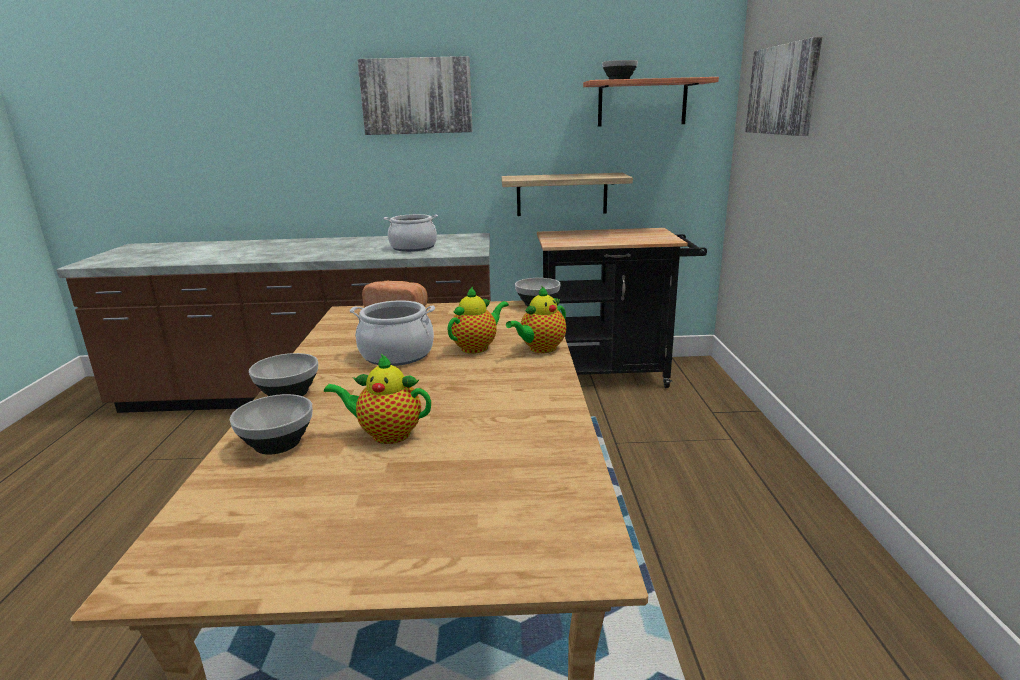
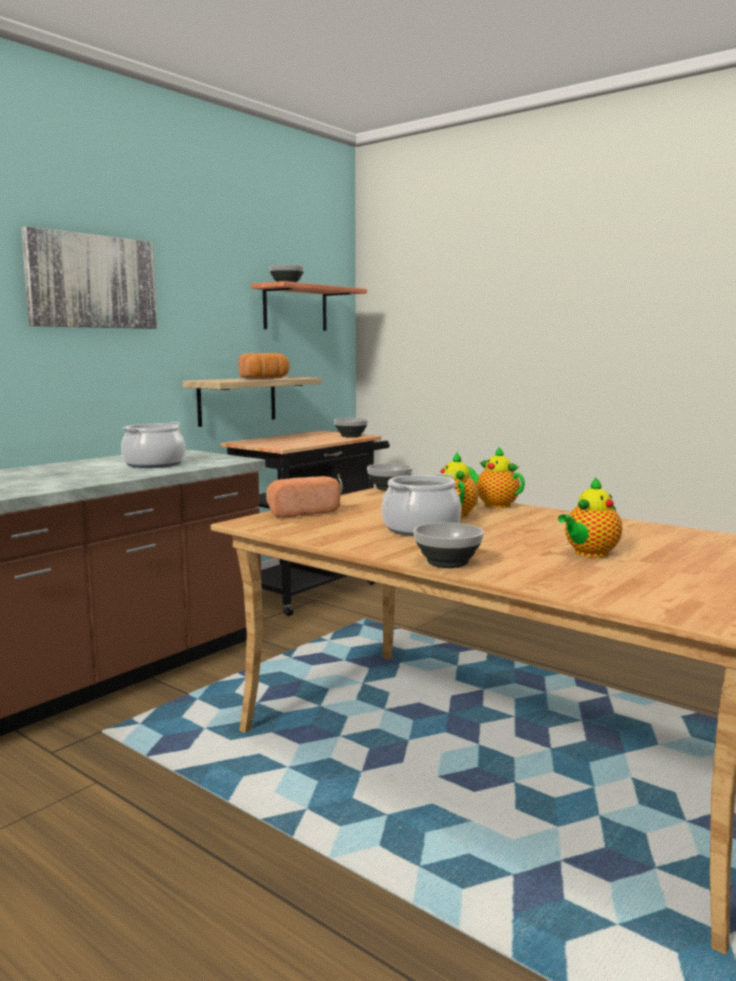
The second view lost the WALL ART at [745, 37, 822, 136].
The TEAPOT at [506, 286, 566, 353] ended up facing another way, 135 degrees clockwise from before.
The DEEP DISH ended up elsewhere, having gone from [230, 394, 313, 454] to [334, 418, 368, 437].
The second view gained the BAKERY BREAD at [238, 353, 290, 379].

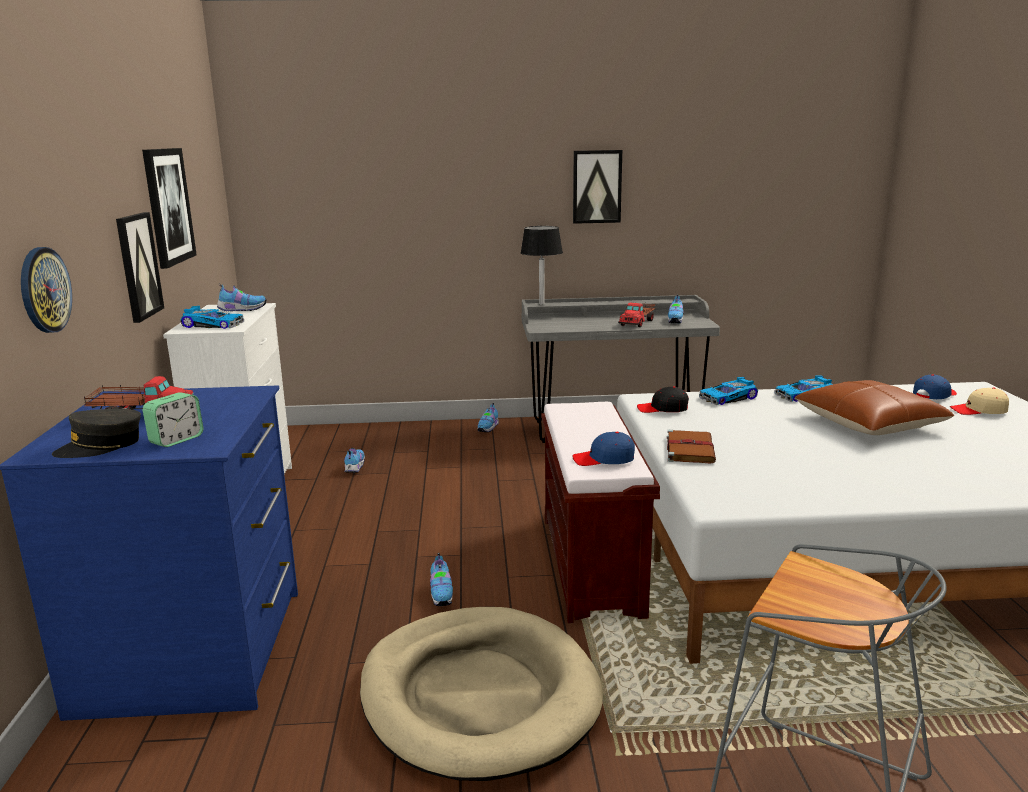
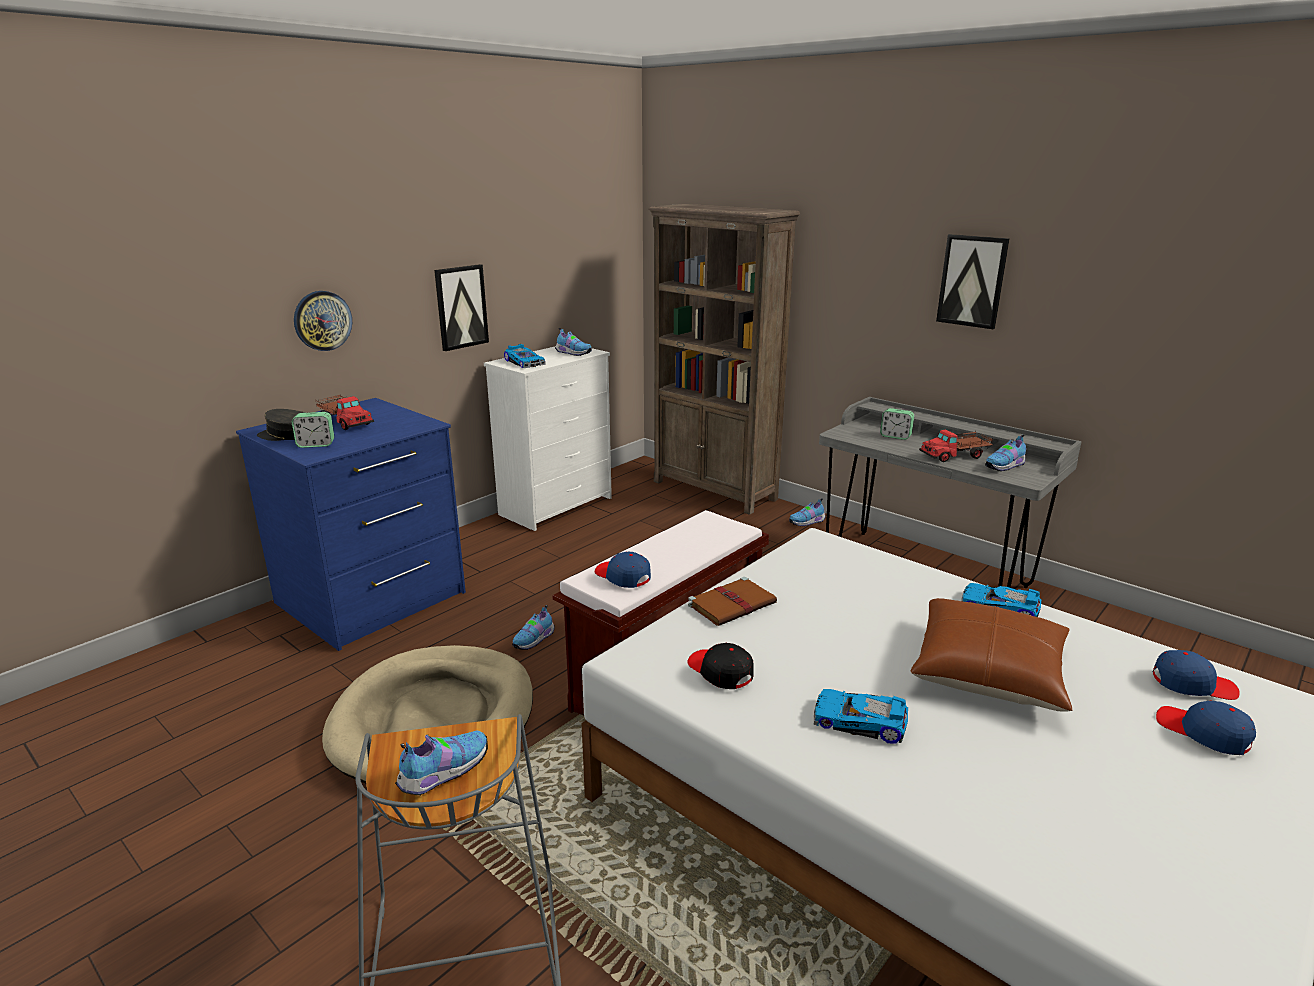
The second view lost the WALL ART at [142, 148, 197, 269].
The second view lost the BLACK LAMP FOR A TABLE at [520, 226, 563, 305].
The TOY CAR ended up elsewhere, having gone from [699, 377, 758, 405] to [814, 689, 908, 743].
The BLACK BASEBALL CAP ended up elsewhere, having gone from [637, 386, 689, 413] to [687, 643, 754, 689].
What was the BEIGE BASEBALL CAP at [950, 387, 1009, 415] turned into the BLUE BASEBALL CAP at [1156, 700, 1256, 755].
The SHOE ended up elsewhere, having gone from [344, 448, 365, 473] to [395, 731, 488, 796].
The second view gained the BROWNISH BOOKSHELF at [648, 204, 800, 515].
The second view gained the BEDSIDE CLOCK at [880, 408, 914, 440].

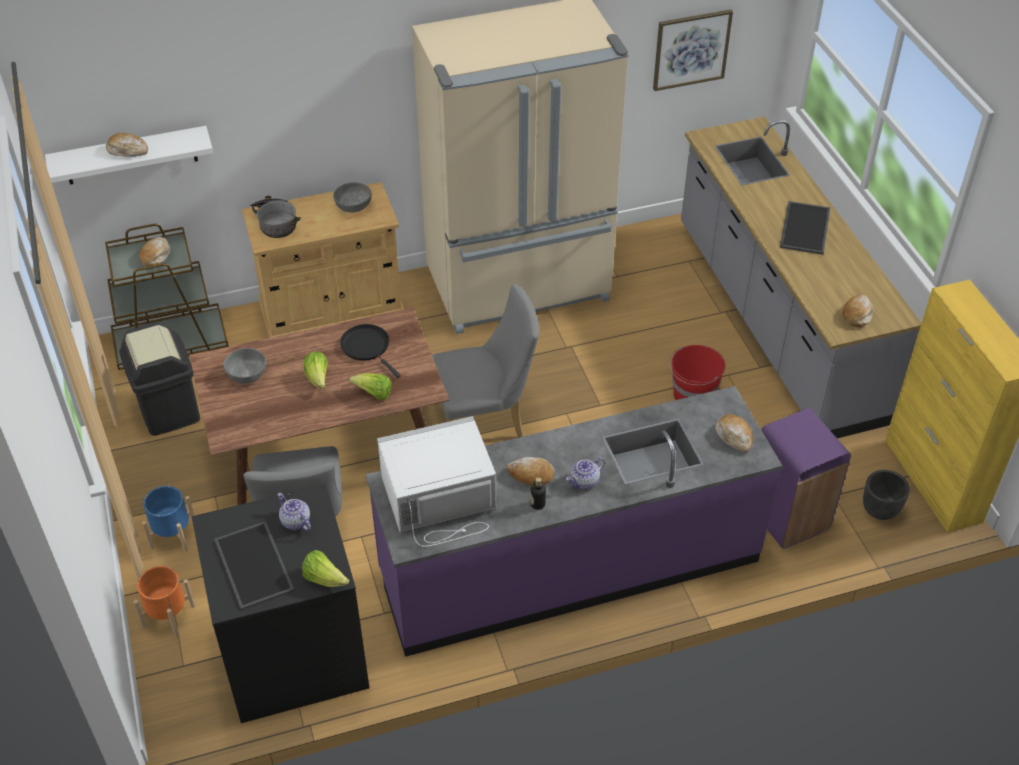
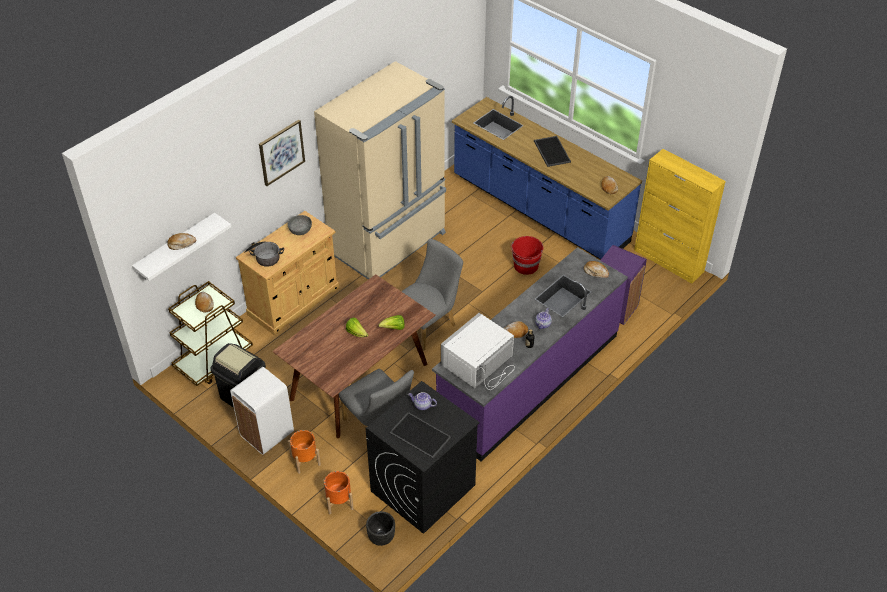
The WALL ART ended up elsewhere, having gone from [653, 9, 733, 91] to [259, 120, 305, 186].
What was the GREY KITCHEN BASE UNIT at [681, 117, 921, 438] turned into the BLUE KITCHEN BASE UNIT at [452, 96, 642, 260].
The second view lost the BLACK SKILLET at [340, 324, 401, 378].
The second view lost the GREY DEEP DISH at [223, 348, 266, 384].
The BLACK FLOWER POT ended up elsewhere, having gone from [863, 470, 910, 520] to [366, 511, 395, 546].
What was the BLUE FLOWER POT at [142, 486, 195, 552] turned into the ORANGEY FLOWER POT at [288, 430, 321, 474].
The second view lost the LETTUCE HEAD at [302, 550, 349, 587].
The second view gained the WHITE-COLOURED RUBBISH BIN at [230, 367, 294, 455].

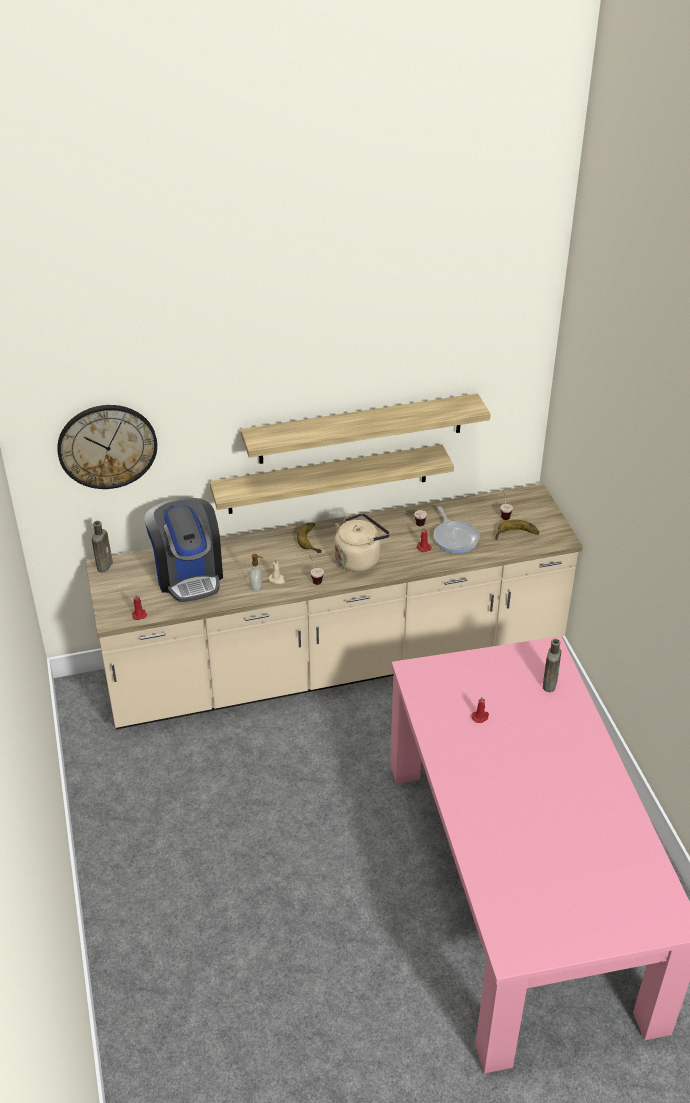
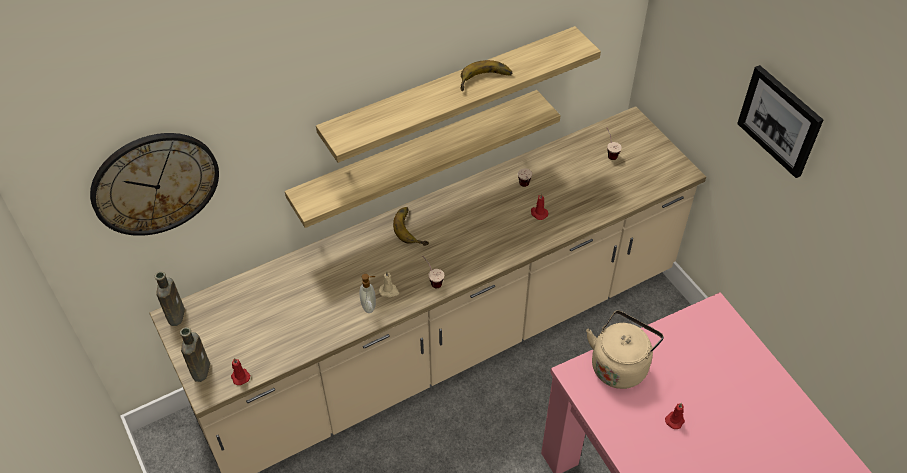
The second view lost the COFFEE BREWER at [145, 498, 223, 602].
The second view lost the SKILLET at [434, 506, 479, 553].
The BEIGE WATER KETTLE ended up elsewhere, having gone from [335, 513, 390, 572] to [586, 310, 664, 389].
The BANANA FRUIT ended up elsewhere, having gone from [495, 520, 539, 540] to [461, 60, 512, 91].
The BROWNISH DRINK BOTTLE ended up elsewhere, having gone from [543, 639, 561, 692] to [180, 327, 210, 382].
The second view gained the WALL ART at [737, 65, 823, 178].

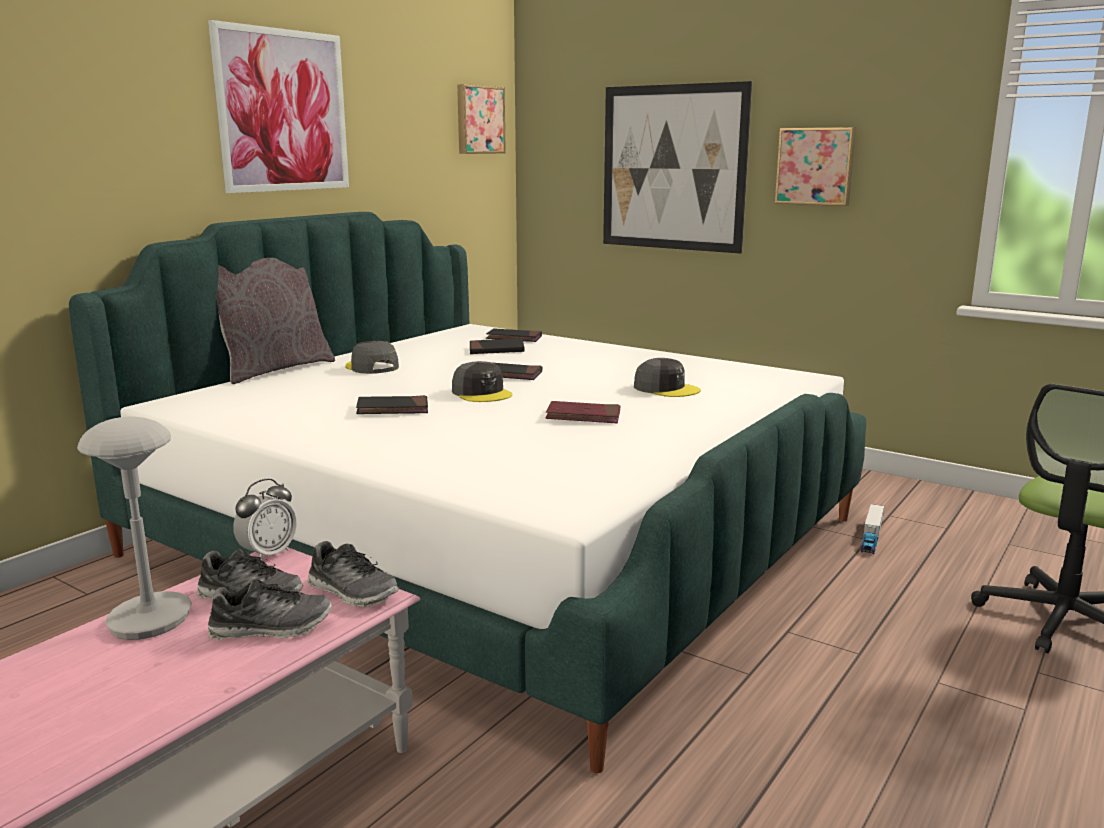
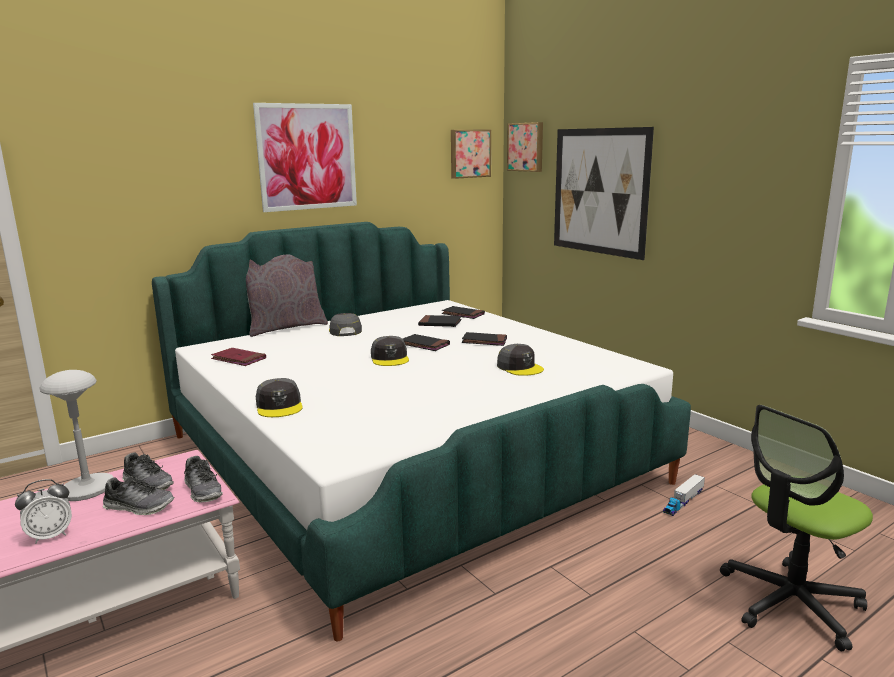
The WALL ART ended up elsewhere, having gone from [775, 127, 856, 206] to [507, 122, 543, 172].
The BLACK VOLUME ended up elsewhere, having gone from [356, 395, 428, 414] to [462, 332, 507, 346].
The RED VOLUME ended up elsewhere, having gone from [546, 401, 620, 423] to [211, 348, 266, 366].
The BEDSIDE CLOCK ended up elsewhere, having gone from [233, 478, 297, 560] to [15, 479, 72, 544].
The second view gained the GREY BASEBALL CAP at [256, 378, 303, 417].

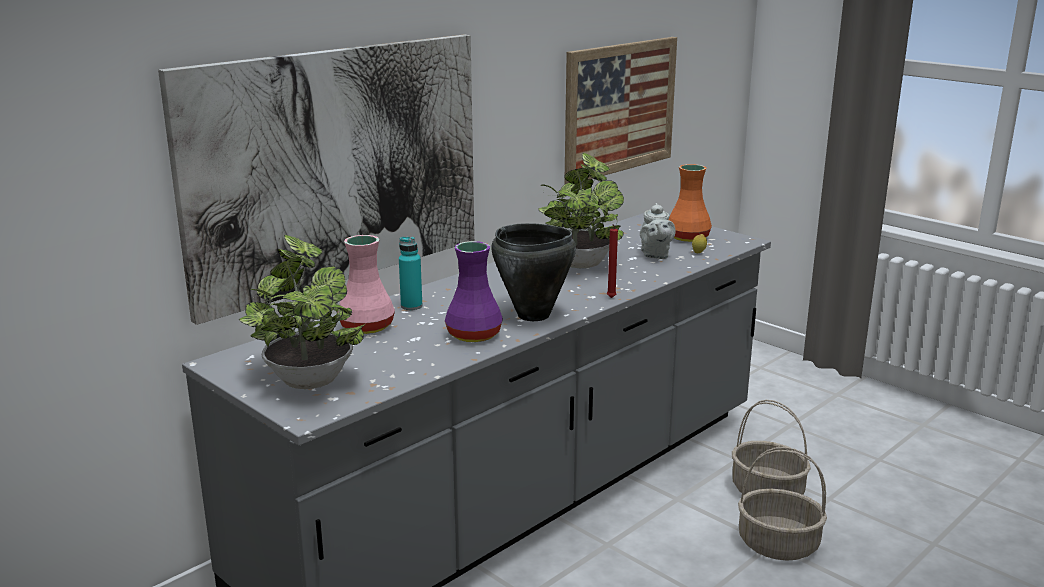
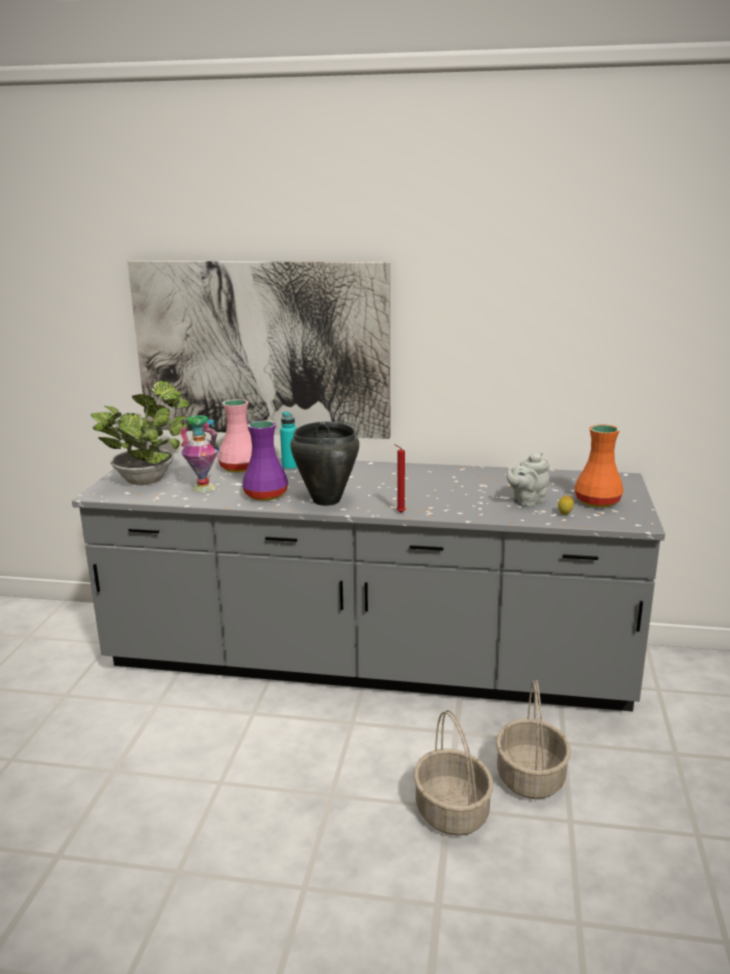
The second view lost the WALL ART at [564, 37, 677, 184].
The second view lost the POTTED PLANT at [538, 153, 624, 268].
The second view gained the FLOWER VASE at [180, 415, 219, 492].

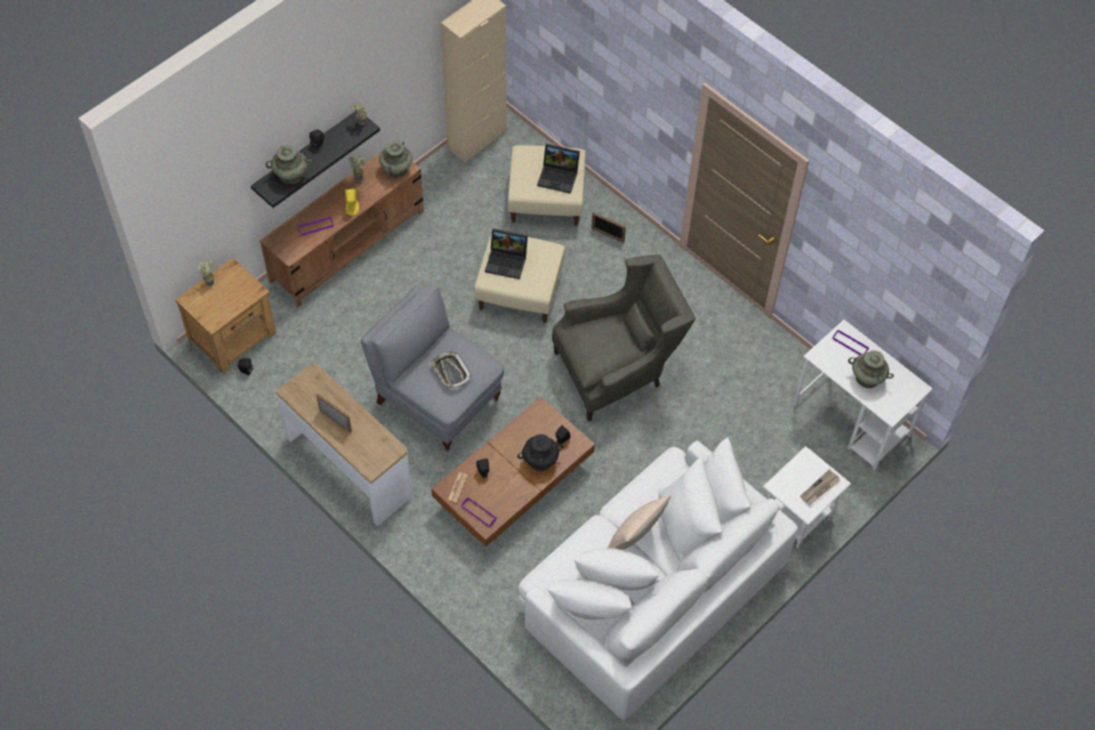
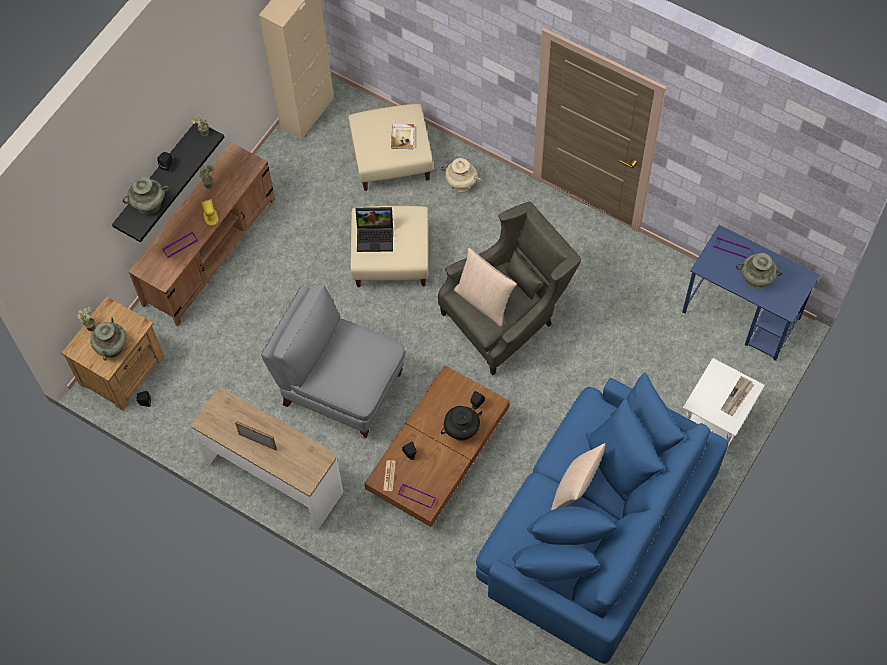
The TURQUOISE-COLOURED FLOWER VASE ended up elsewhere, having gone from [379, 141, 413, 178] to [90, 317, 126, 361].
Where the LAPTOP stood at [537, 144, 580, 194], the VOLUME came to stand at [391, 124, 414, 149].
Where the STANDING FRAME stood at [591, 212, 626, 243], the BEIGE FLOWER VASE came to stand at [441, 158, 481, 192].
What was the WHITE-COLOURED DESK TABLE at [793, 320, 933, 470] turned into the BLUE DESK TABLE at [682, 225, 820, 361].
The second view lost the TRAY at [430, 351, 472, 390].
What was the WHITE-COLOURED SETTEE at [518, 437, 798, 720] turned into the BLUE SETTEE at [476, 372, 728, 664].
The second view gained the BEIGE CUSHION at [454, 247, 517, 327].

